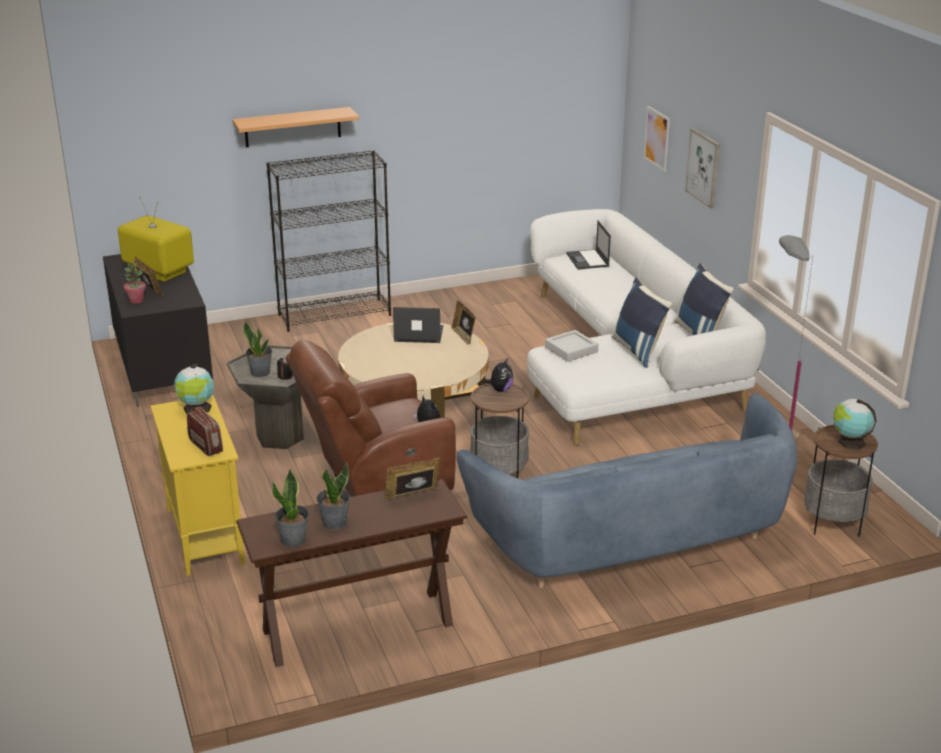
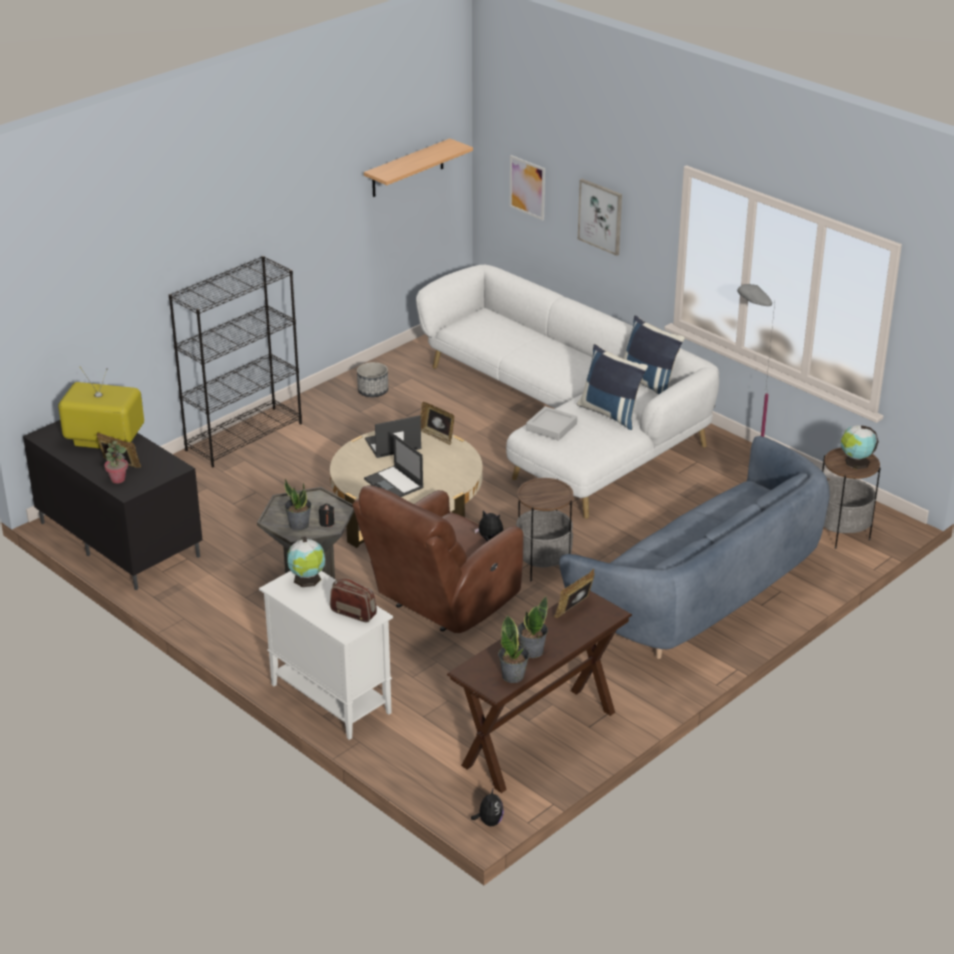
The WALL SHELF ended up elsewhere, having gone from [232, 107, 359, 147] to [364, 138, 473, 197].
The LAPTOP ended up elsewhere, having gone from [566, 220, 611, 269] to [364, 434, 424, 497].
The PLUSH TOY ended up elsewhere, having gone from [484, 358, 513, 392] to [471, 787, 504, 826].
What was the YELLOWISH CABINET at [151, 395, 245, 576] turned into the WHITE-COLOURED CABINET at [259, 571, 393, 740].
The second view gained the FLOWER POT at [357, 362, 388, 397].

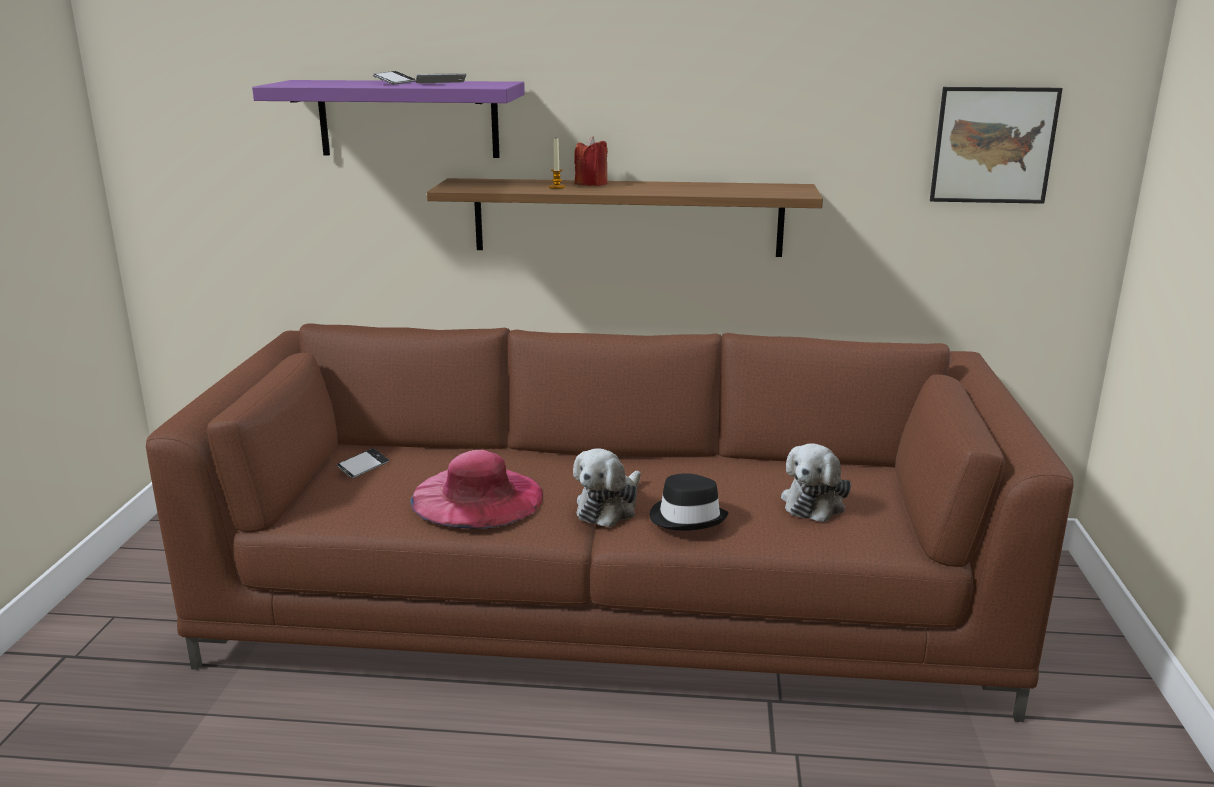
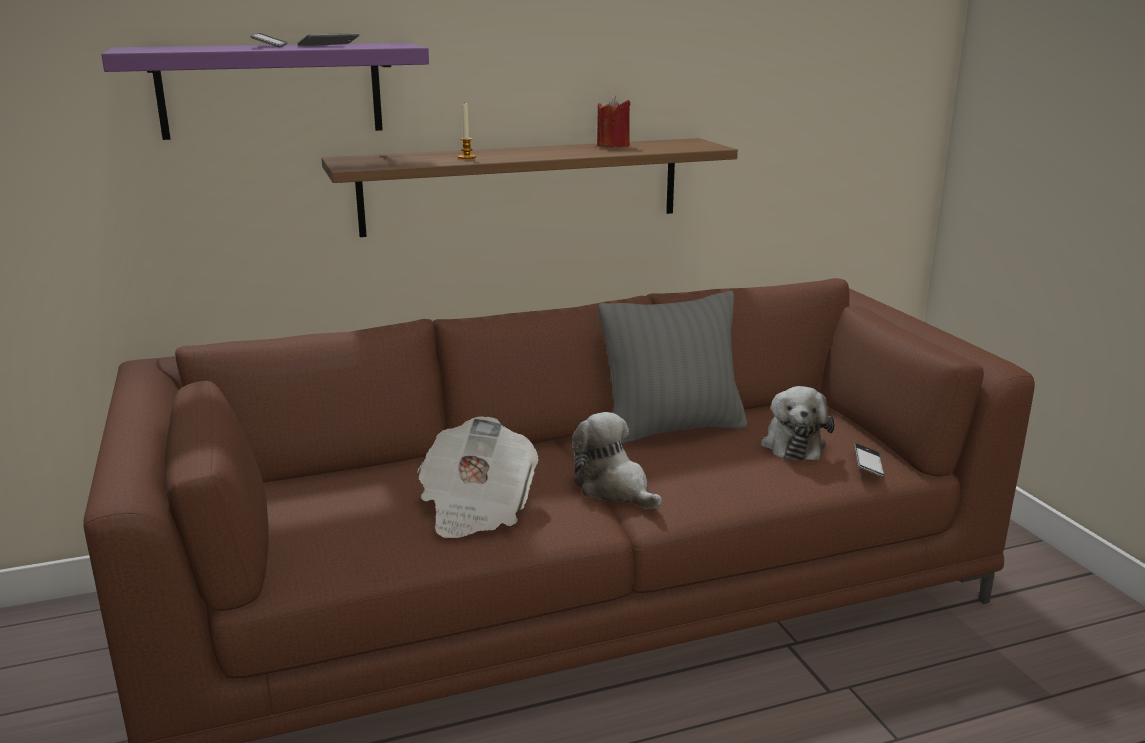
The second view lost the WALL ART at [930, 87, 1063, 204].
The RED WAX CANDLE ended up elsewhere, having gone from [574, 136, 608, 186] to [597, 96, 631, 147].
The HANDSET ended up elsewhere, having gone from [337, 448, 389, 478] to [854, 443, 885, 477].
The PLUSH TOY at [573, 448, 641, 527] ended up facing another way, 135 degrees clockwise from before.
Where the PINK WEARABLE HAT stood at [410, 450, 543, 529], the PRINTED PAPER came to stand at [417, 416, 539, 538].
The second view lost the BLACK WEARABLE HAT at [649, 473, 728, 531].
The second view gained the GREY CUSHION at [598, 291, 747, 444].

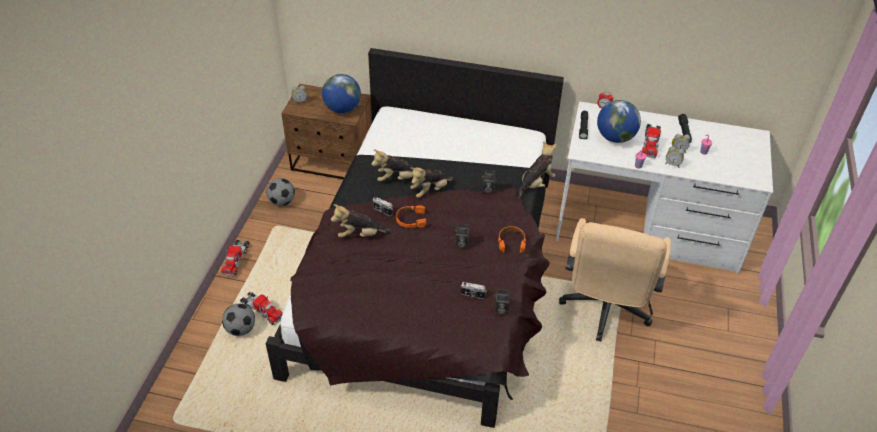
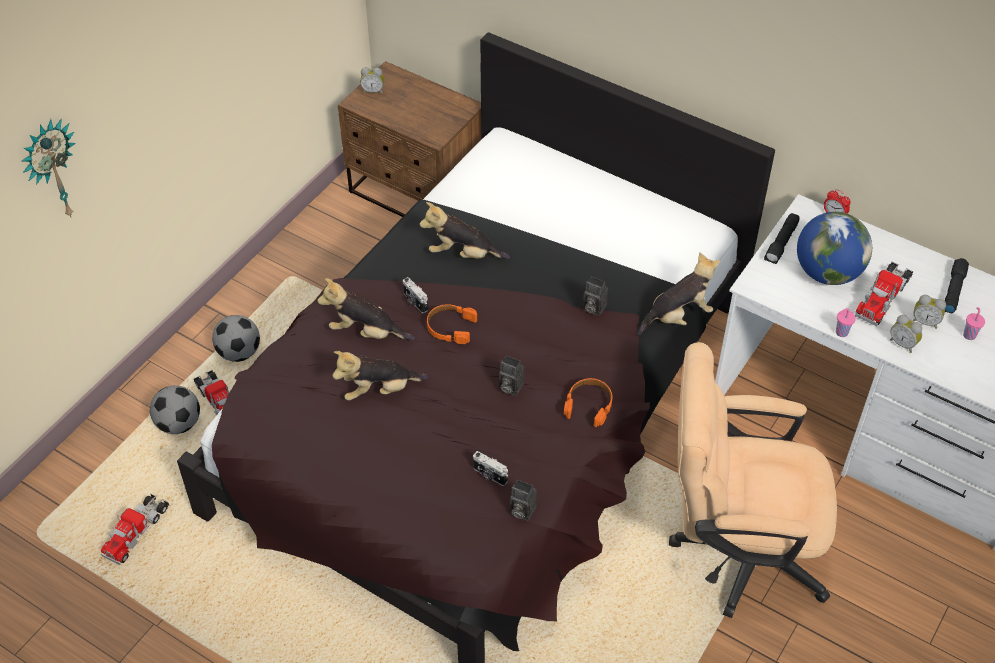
The second view lost the GLOBE at [322, 74, 361, 113].
The PLUSH TOY ended up elsewhere, having gone from [411, 167, 454, 198] to [332, 351, 428, 401].
The FOOTBALL BALL ended up elsewhere, having gone from [266, 178, 295, 206] to [212, 315, 260, 362].
The BEIGE OFFICE CHAIR at [559, 218, 671, 341] ended up facing another way, 60 degrees clockwise from before.
The TOY LORRY ended up elsewhere, having gone from [221, 240, 249, 277] to [101, 493, 169, 565].
The second view gained the HANGING CLOCK at [22, 119, 76, 218].

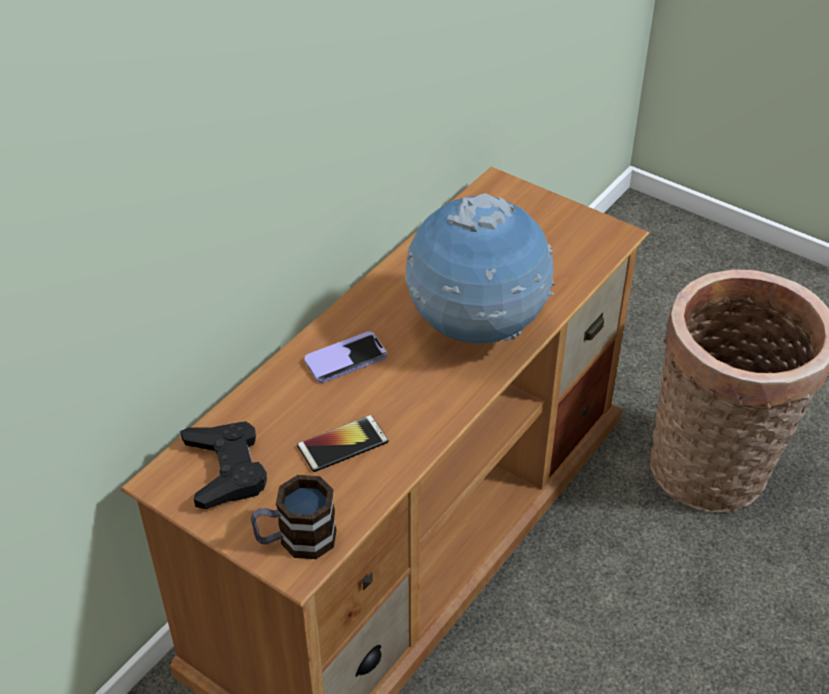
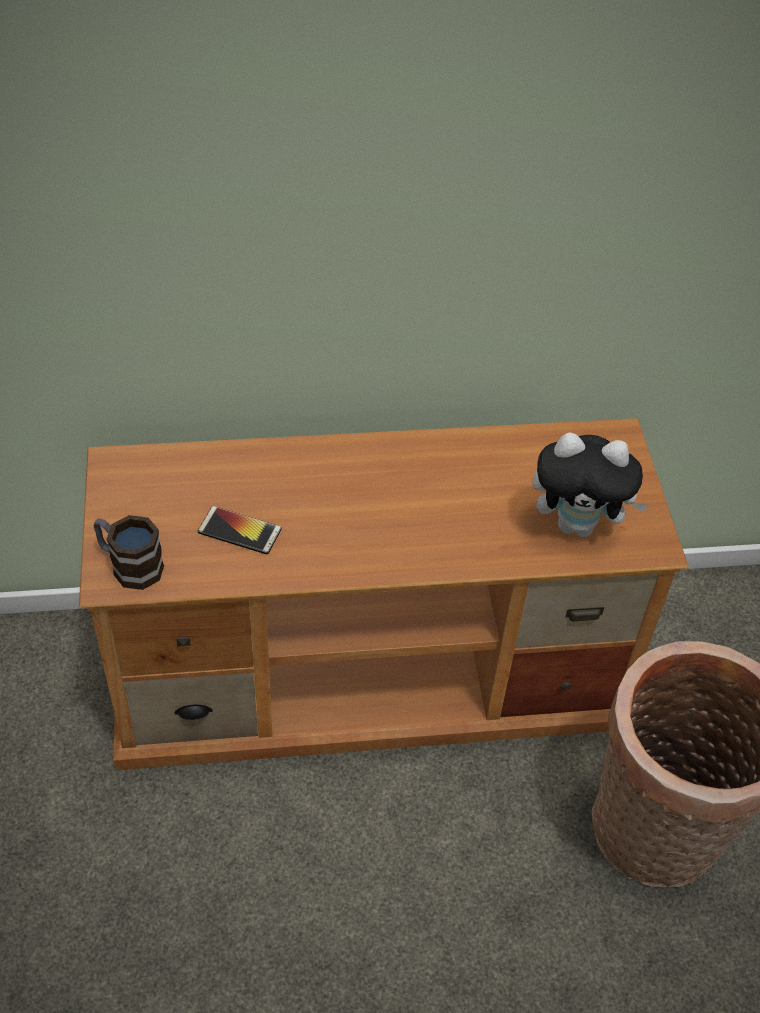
The second view lost the GLOBE at [405, 193, 555, 344].
The second view lost the HANDSET at [305, 331, 387, 383].
The second view lost the BLACK GAME CONTROLLER at [180, 421, 267, 509].
The second view gained the PLUSH TOY at [532, 432, 649, 537].

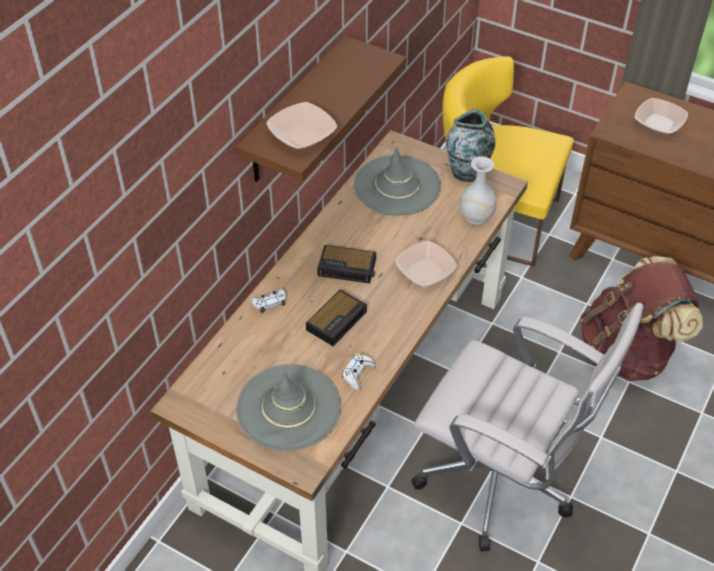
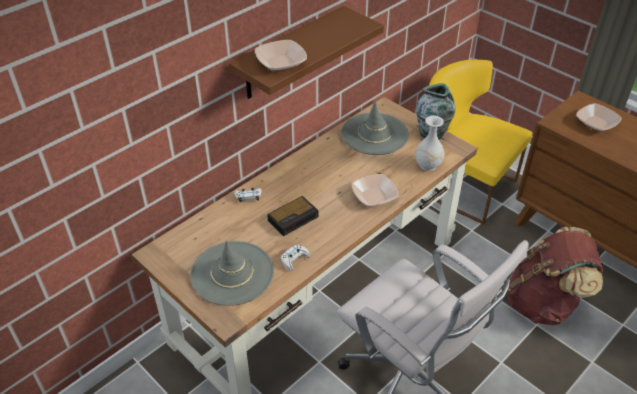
The second view lost the BEDSIDE CLOCK at [317, 245, 376, 284].

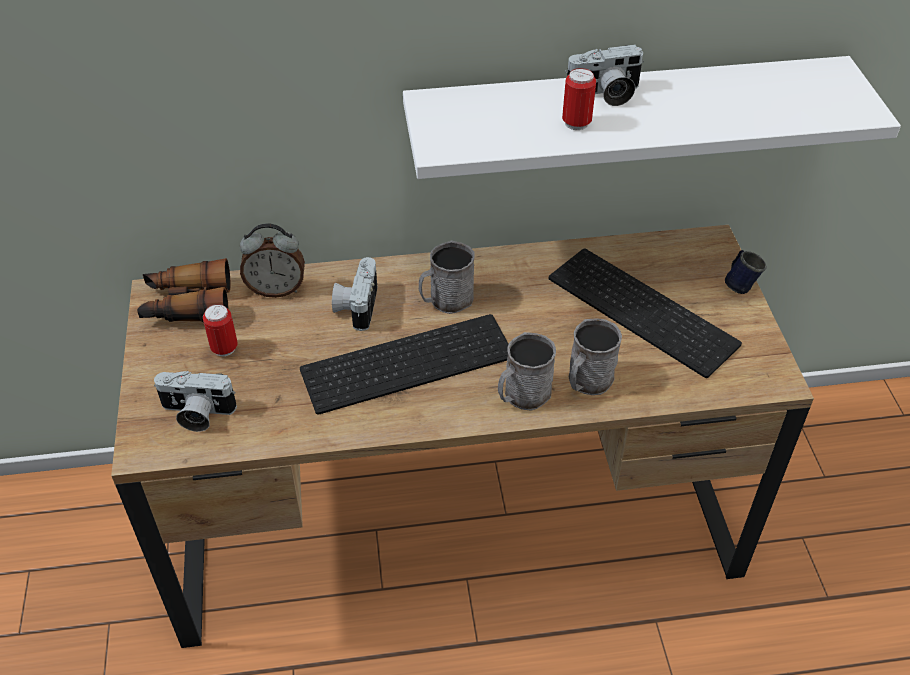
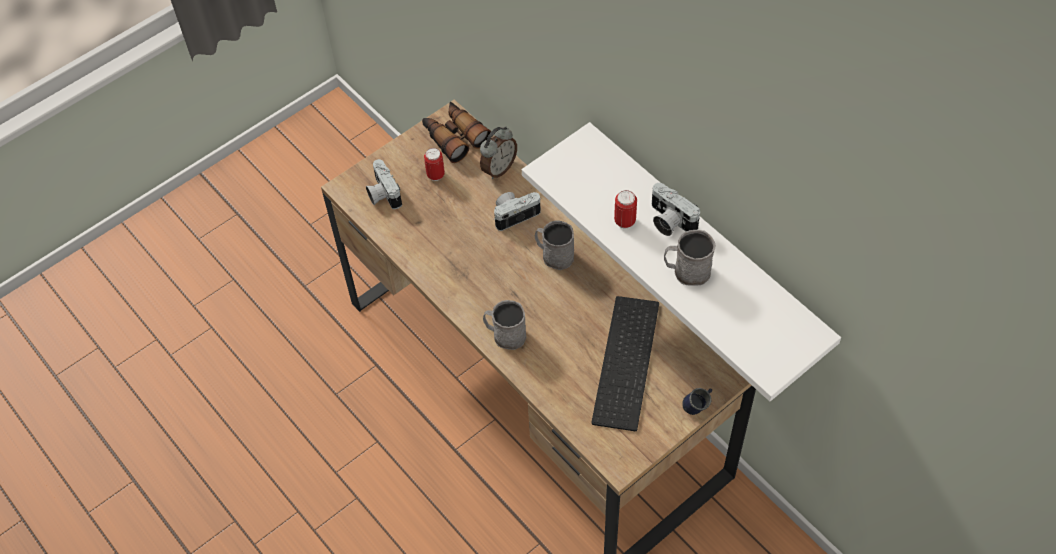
The BEDSIDE CLOCK at [240, 223, 305, 298] ended up facing another way, 105 degrees counterclockwise from before.
The second view lost the PC KEYBOARD at [300, 314, 509, 415].
The GREY MUG ended up elsewhere, having gone from [569, 318, 622, 395] to [664, 230, 715, 286].

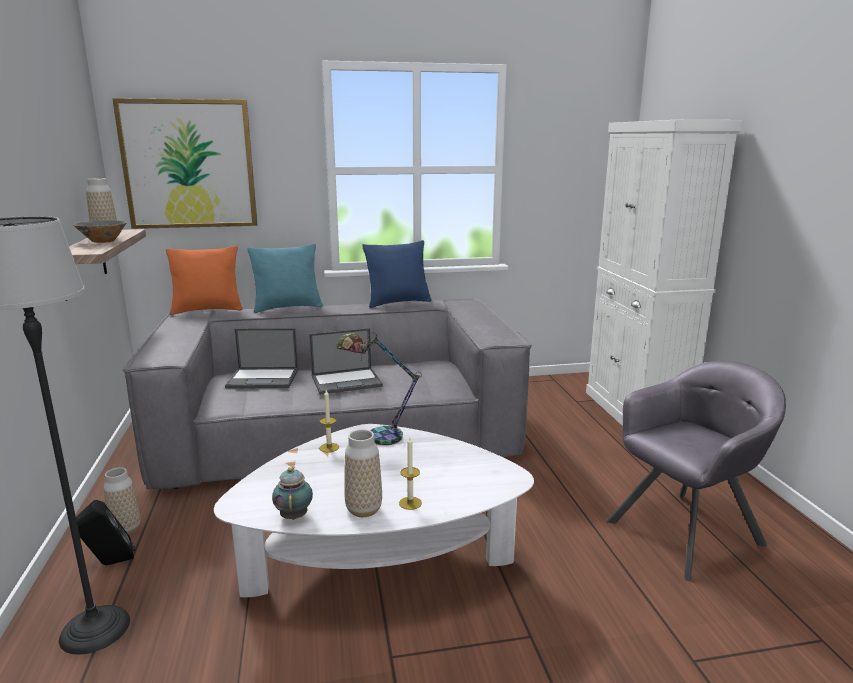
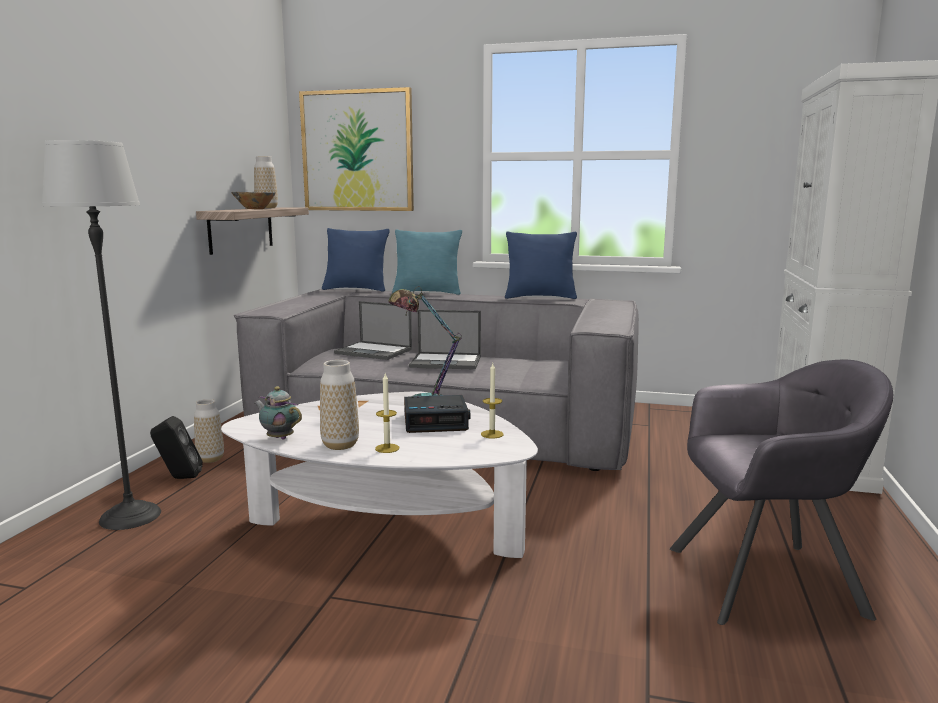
What was the ORANGEY CUSHION at [166, 246, 243, 315] turned into the BLUE CUSHION at [322, 228, 390, 292].
The WAX CANDLE ended up elsewhere, having gone from [319, 390, 339, 452] to [481, 363, 503, 438].
The TEAPOT at [272, 467, 313, 520] ended up facing another way, 75 degrees counterclockwise from before.
The second view gained the BEDSIDE CLOCK at [404, 395, 470, 433].

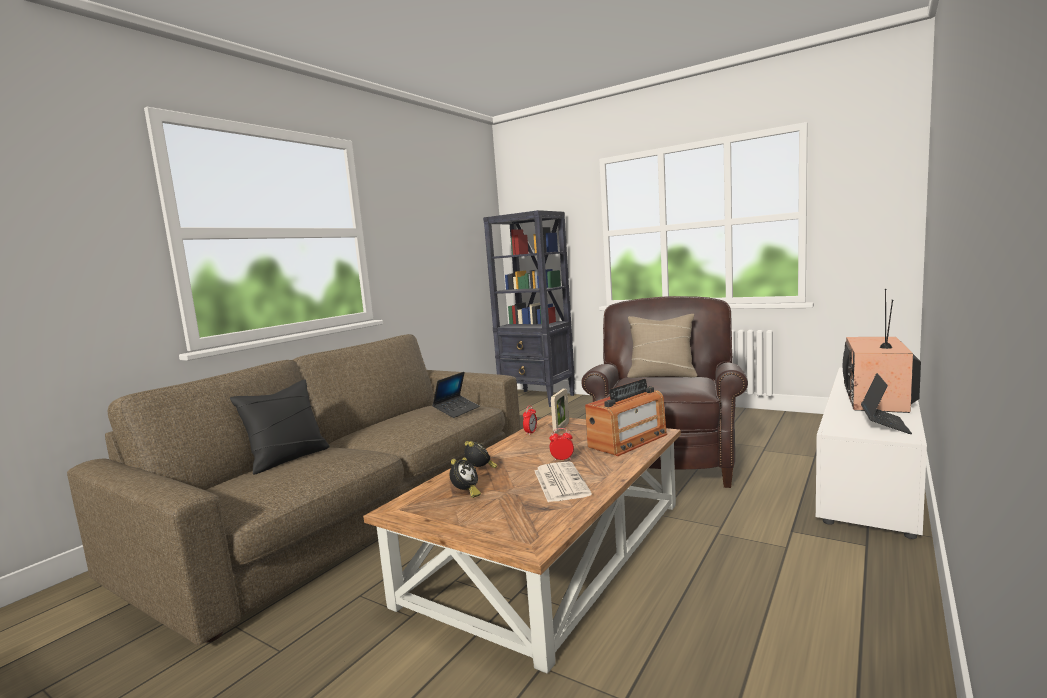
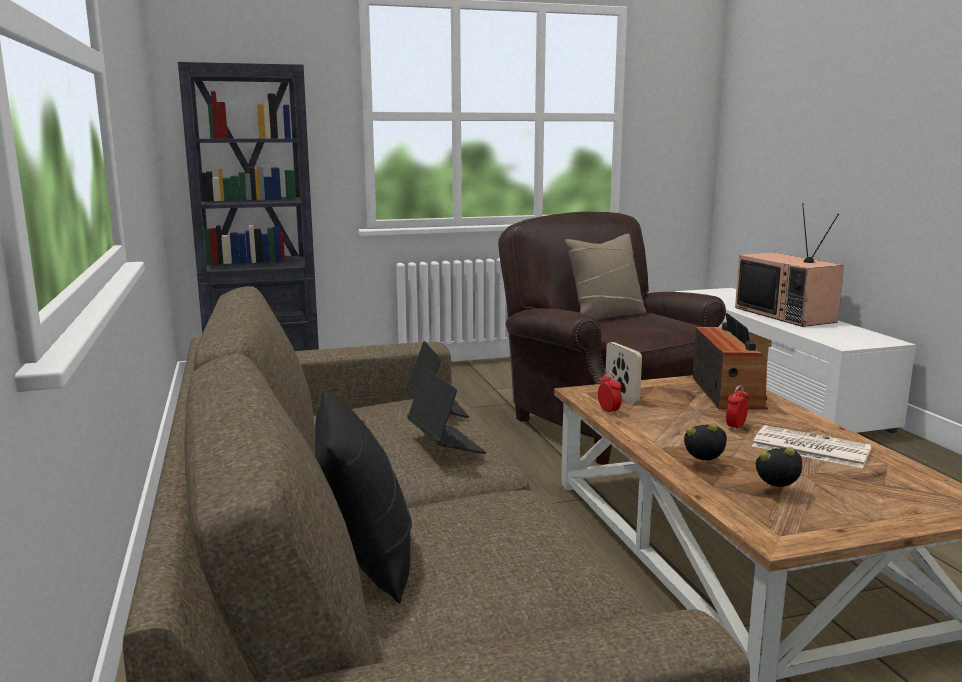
The LAPTOP ended up elsewhere, having gone from [861, 373, 912, 434] to [407, 368, 487, 454].
The BEDSIDE CLOCK at [450, 457, 481, 498] ended up facing another way, 60 degrees counterclockwise from before.

